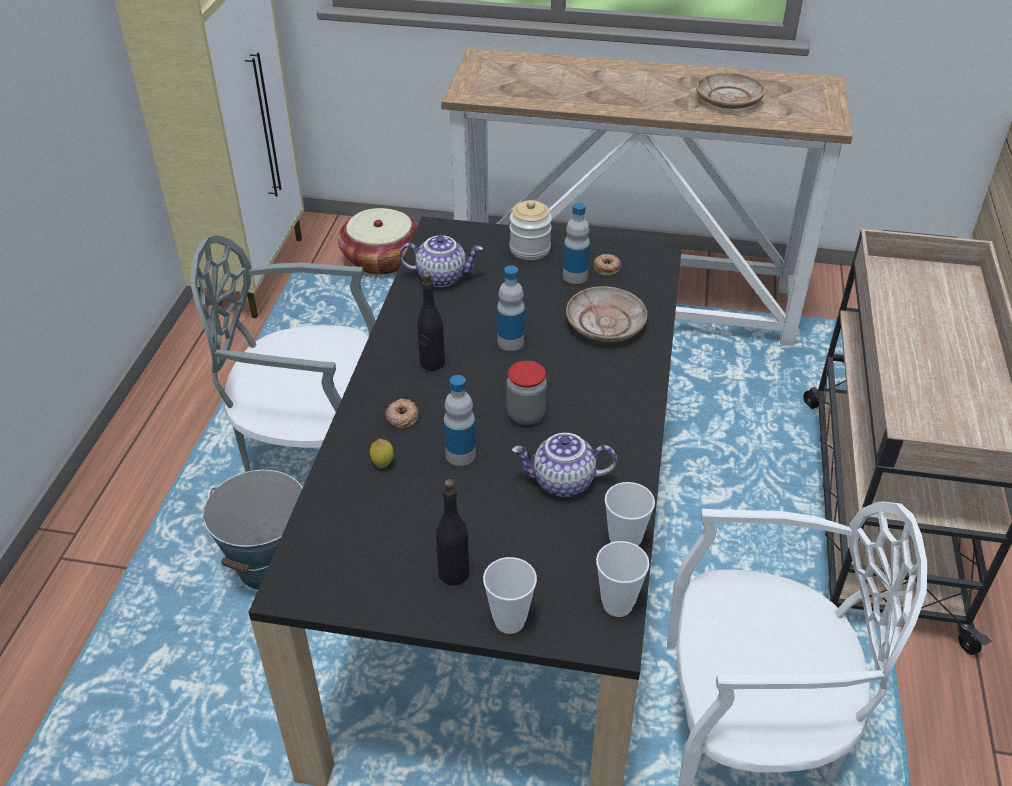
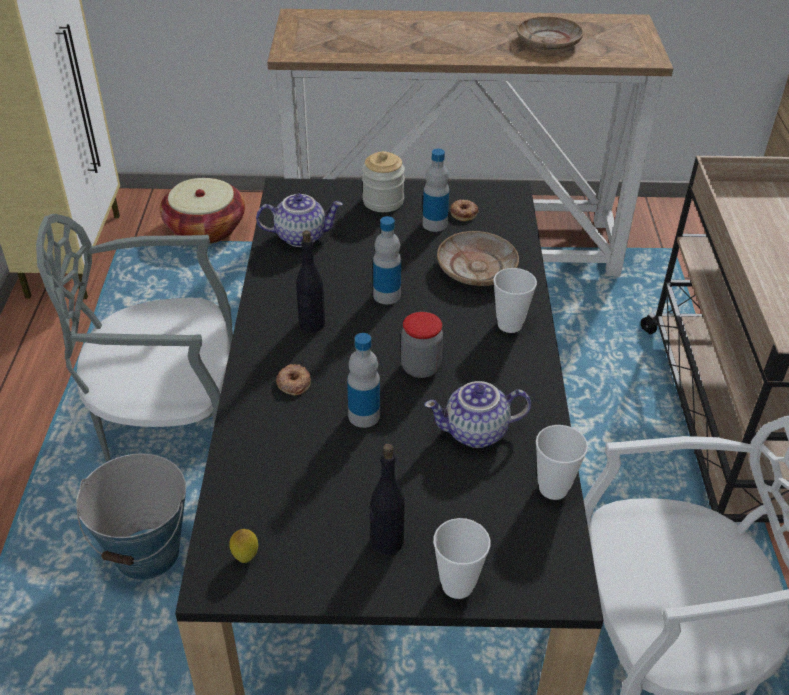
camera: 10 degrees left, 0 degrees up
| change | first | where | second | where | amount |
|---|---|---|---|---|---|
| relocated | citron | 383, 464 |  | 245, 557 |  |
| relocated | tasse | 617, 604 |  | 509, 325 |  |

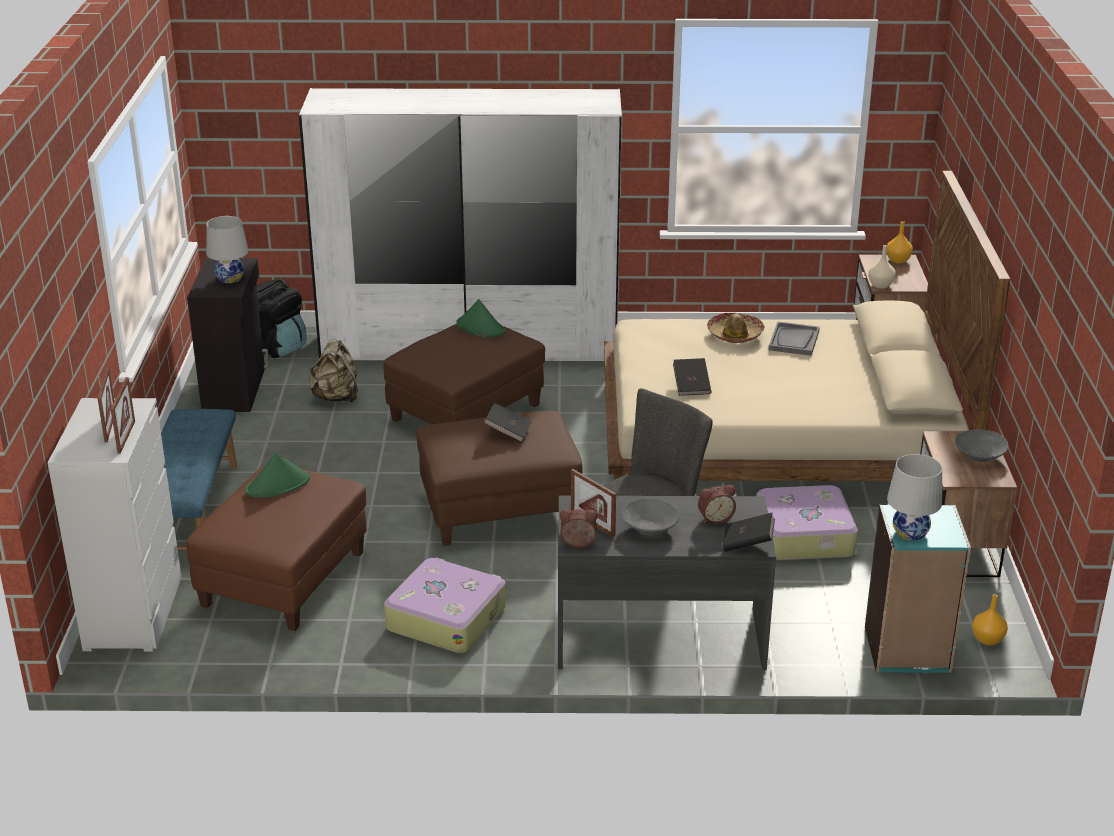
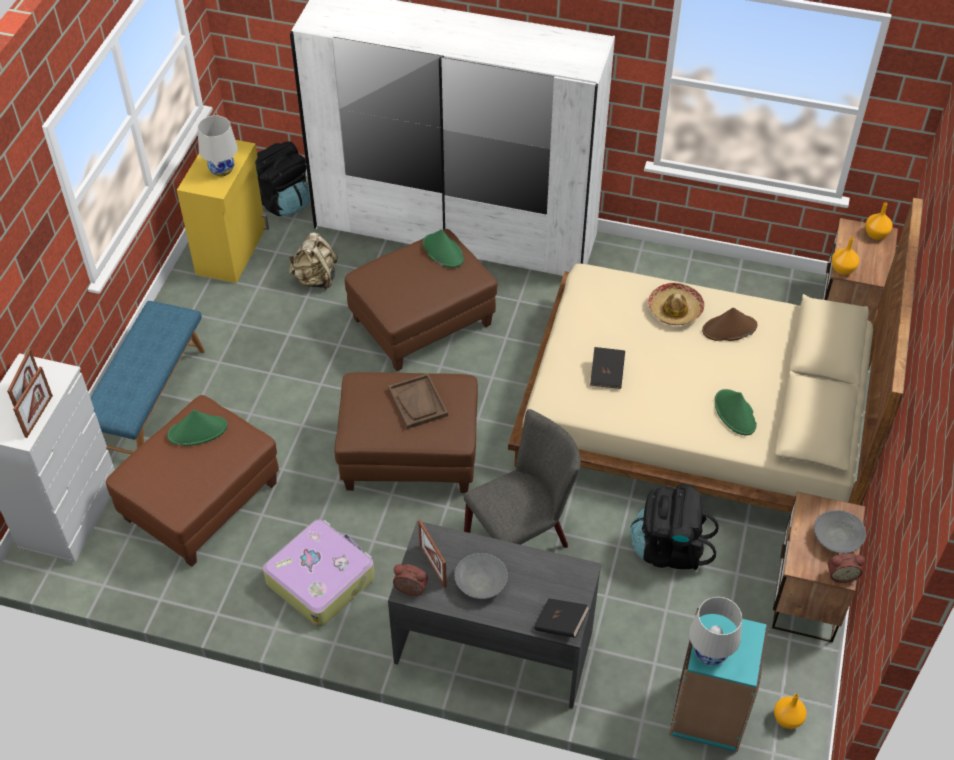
camera: 15 degrees right, 20 degrees up
| change | first | where | second | where | amount |
|---|---|---|---|---|---|
| colour | meuble de rangement [noir] | 235, 389 | meuble de rangement [jaune] | 232, 250 |  |
| exchanged | livre [noir] | 508, 432 | plateau [marron] | 418, 402 |  |
| relocated | réveil | 715, 518 |  | 841, 574 |  |
| exchanged | valise | 803, 536 | sac à dos [noir] | 669, 548 |  |
| exchanged | plateau [gris] | 794, 340 | chapeau [marron] | 729, 328 |  |
| colour | vase [beige] | 880, 285 | vase [orange] | 842, 270 |  |
| appeared |  |  | chapeau [vert] | 735, 413 |  |

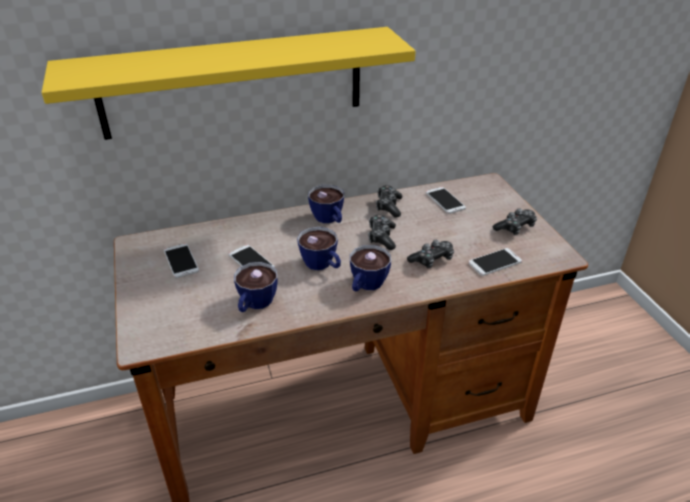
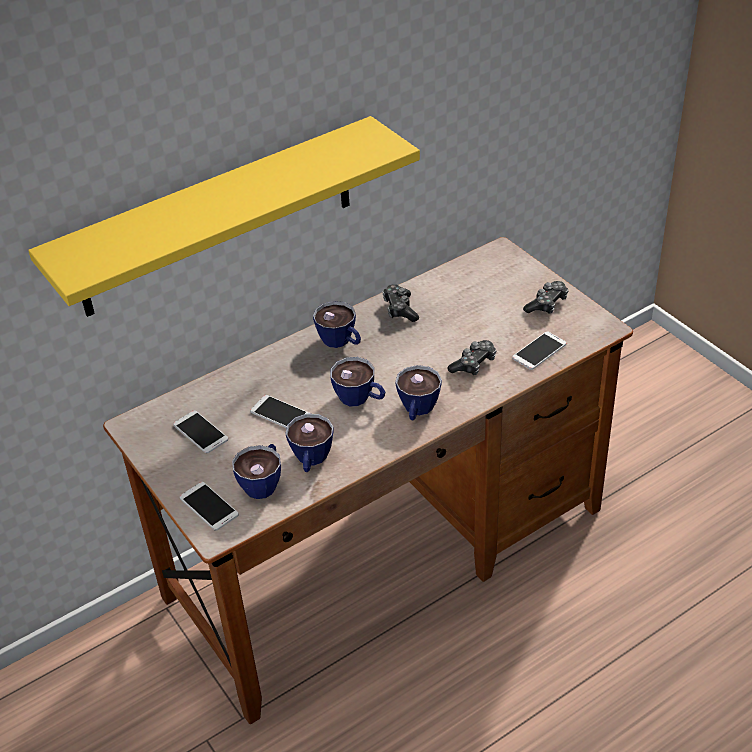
camera: 15 degrees left, 5 degrees up
| change | first | where | second | where | amount |
|---|---|---|---|---|---|
| missing | manette | 381, 237 |  |  |  |
| relocated | téléphone | 445, 200 |  | 209, 506 |  |
| appeared |  |  | tasse | 263, 482 |  |

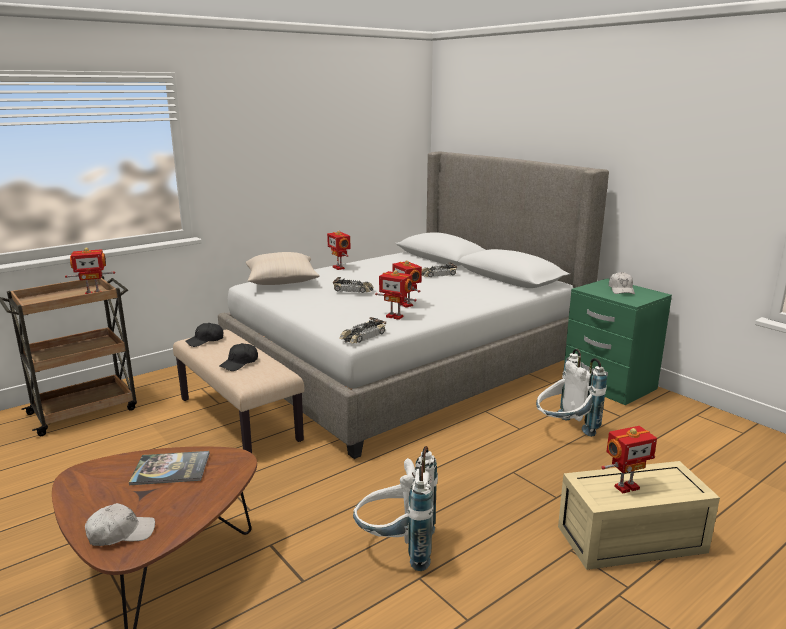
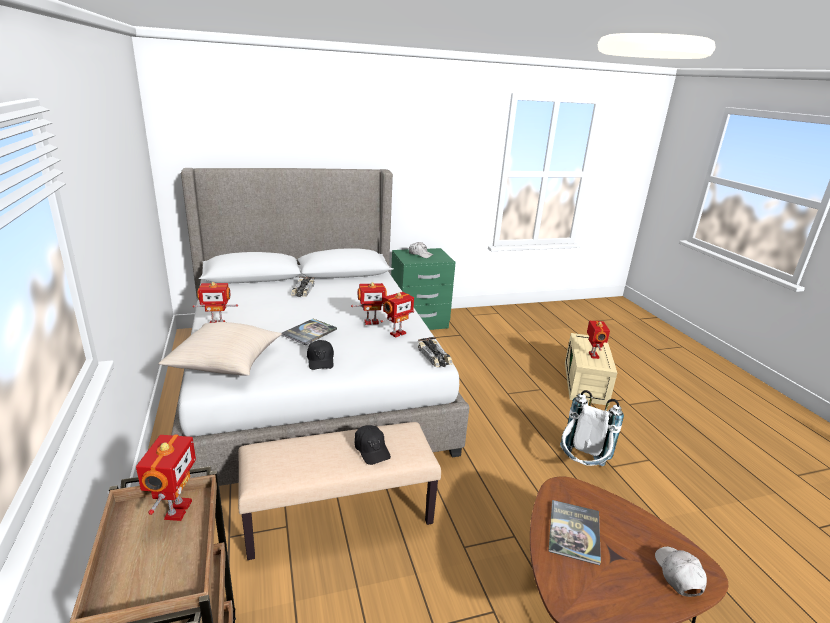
camera: 70 degrees left, 5 degrees up
| change | first | where | second | where | amount |
|---|---|---|---|---|---|
| relocated | casquette [noir] | 205, 341 |  | 320, 360 |  |
| exchanged | petite voiture | 354, 289 | livre | 309, 332 |  |
| missing | sac à dos [blanc] | 564, 431 |  |  |  |

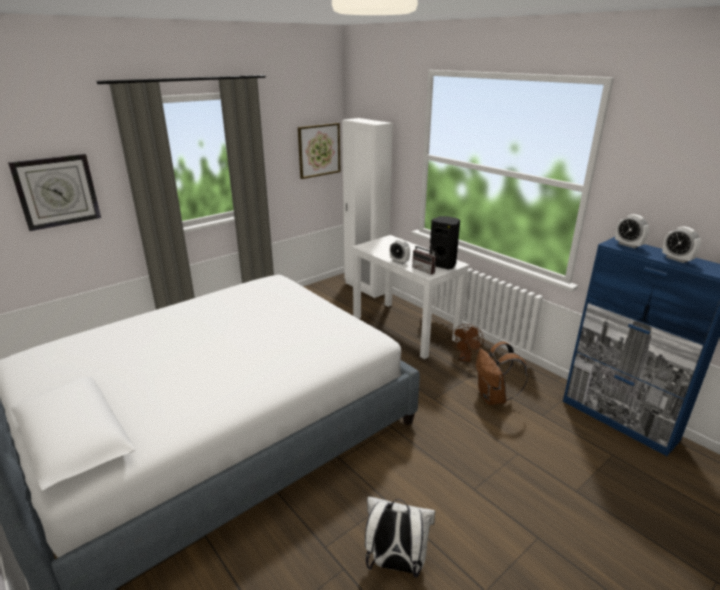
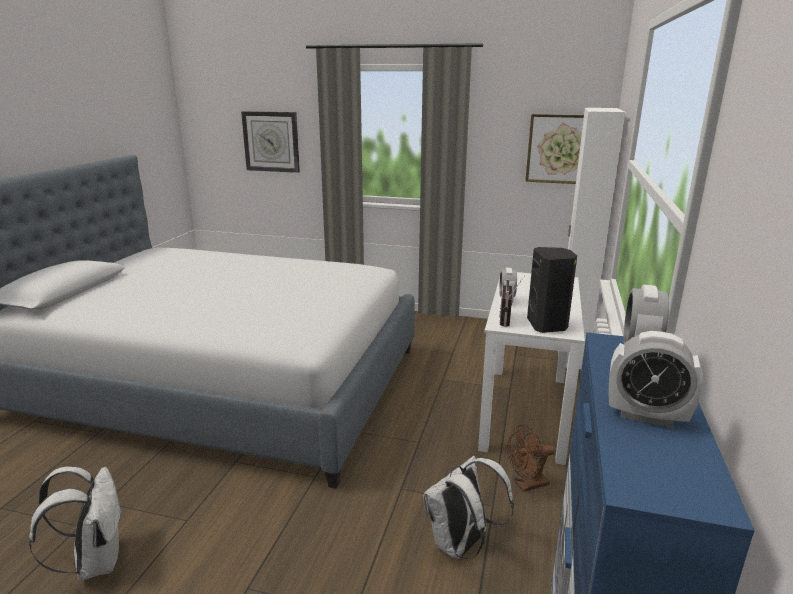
camera: 55 degrees right, 5 degrees down
| change | first | where | second | where | amount |
|---|---|---|---|---|---|
| colour | sac à dos [marron] | 493, 398 | sac à dos [blanc] | 461, 545 |  |
| spun | réveil | 677, 259 |  | 646, 416 | 90 degrees counterclockwise |

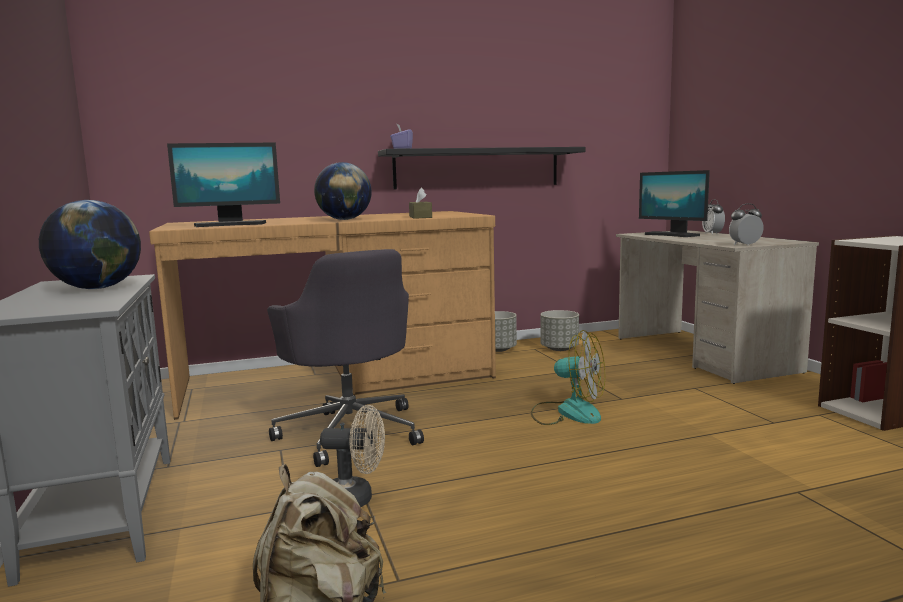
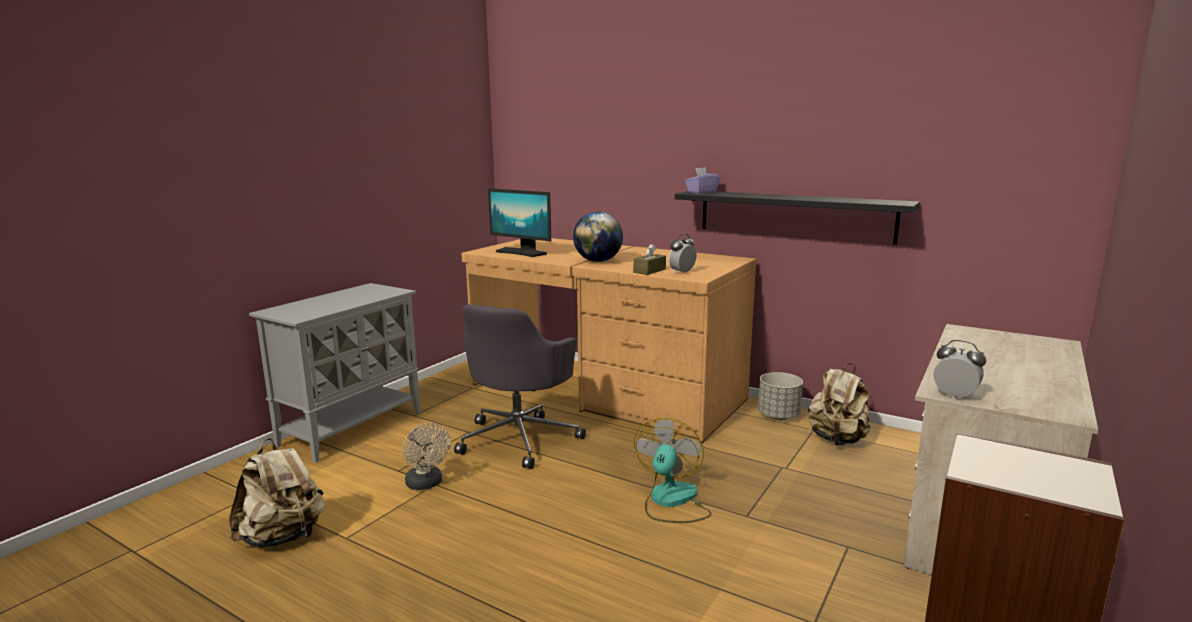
camera: 50 degrees right, 5 degrees up
| change | first | where | second | where | amount |
|---|---|---|---|---|---|
| missing | globe | 96, 288 |  |  |  |
| spun | ventilateur | 568, 412 |  | 671, 502 | 150 degrees counterclockwise |
| exchanged | cache-pot [gris] | 559, 349 | sac à dos [beige] | 837, 440 |  |
| missing | écran d'ordinateur | 672, 235 |  |  |  |
| relocated | réveil | 712, 234 |  | 682, 272 |  |

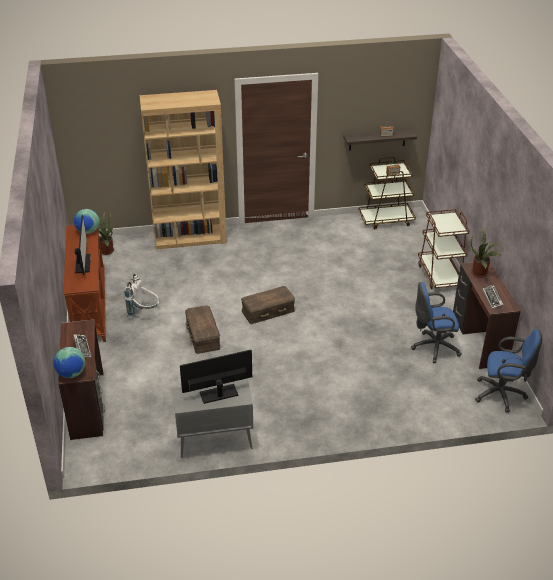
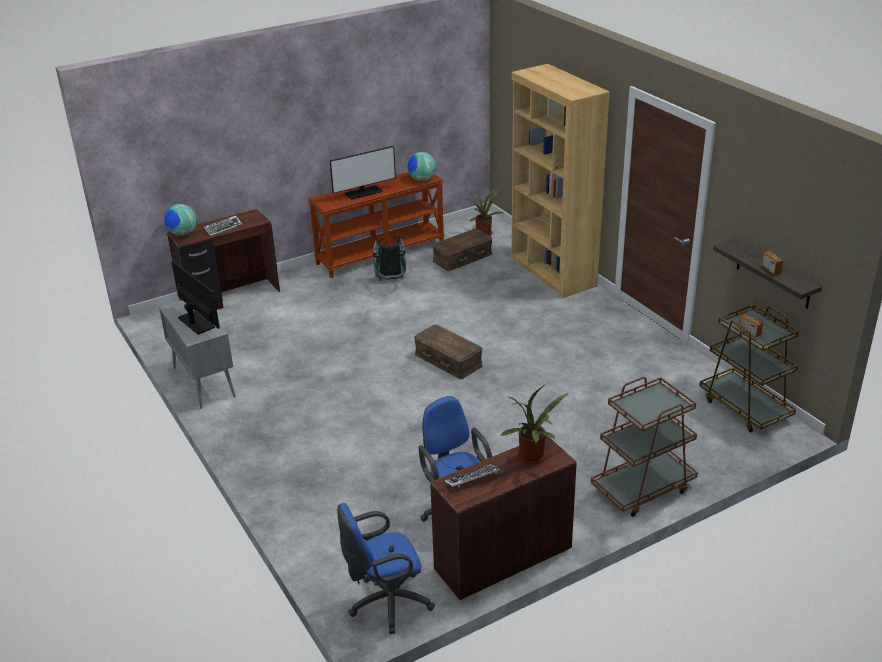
camera: 70 degrees right, 5 degrees down
| change | first | where | second | where | amount |
|---|---|---|---|---|---|
| colour | sac à dos [blanc] | 144, 312 | sac à dos [noir] | 391, 285 |  |
| relocated | boîte de rangement [marron] | 202, 335 |  | 462, 257 |  |
| spun | chaise de bureau [bleu] | 502, 395 |  | 386, 603 | 75 degrees clockwise |

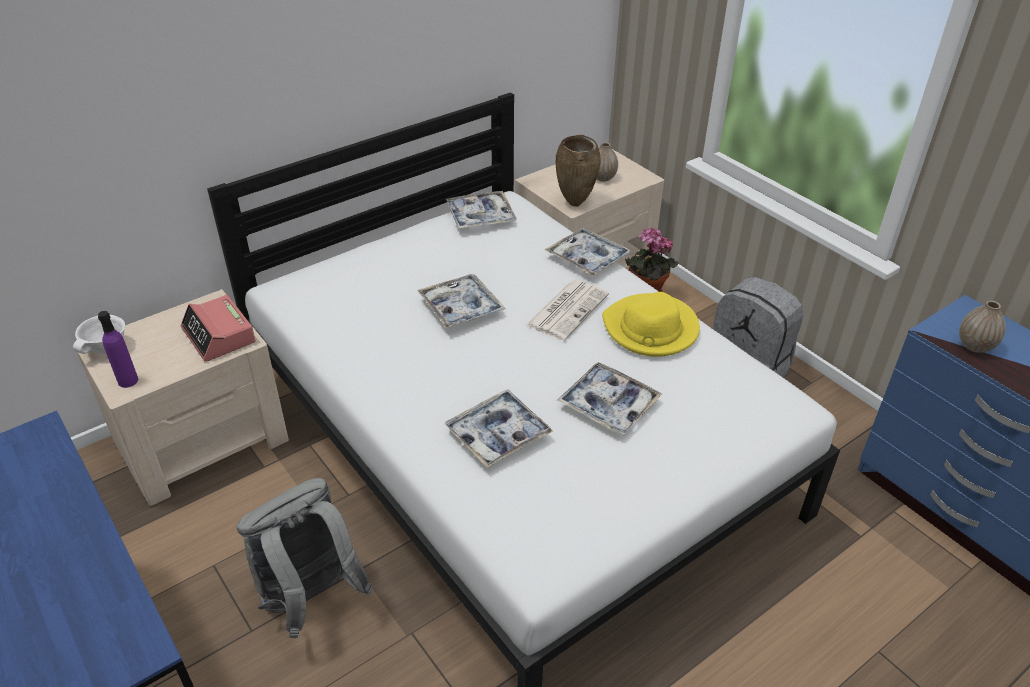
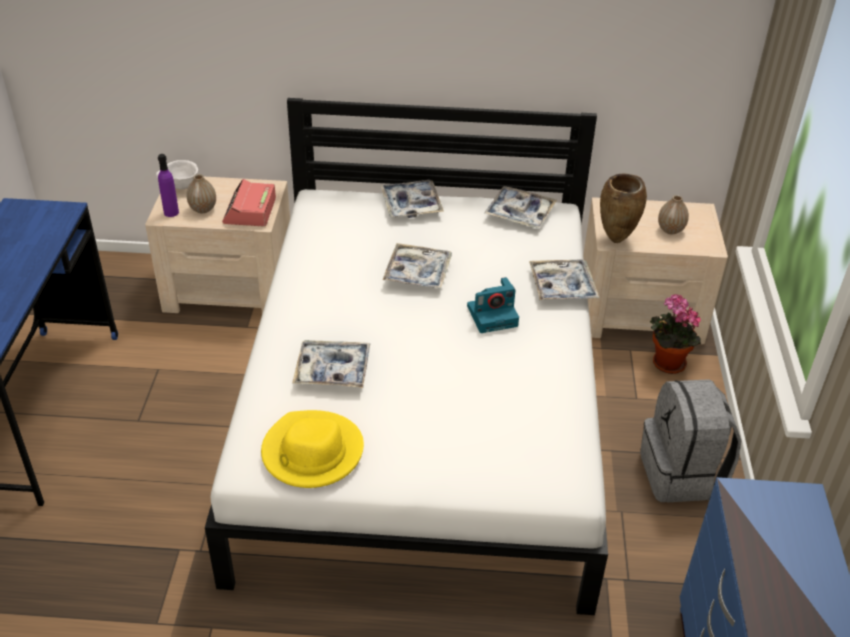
camera: 40 degrees right, 0 degrees up
| change | first | where | second | where | amount |
|---|---|---|---|---|---|
| missing | sac à dos [gris] | 311, 599 |  |  |  |
| exchanged | journal | 567, 309 | appareil photo | 493, 315 |  |
| relocated | plateau | 608, 405 |  | 411, 205 |  |
| relocated | chapeau [jaune] | 650, 329 |  | 311, 453 |  |
| relocated | vase | 974, 346 |  | 203, 209 |  |

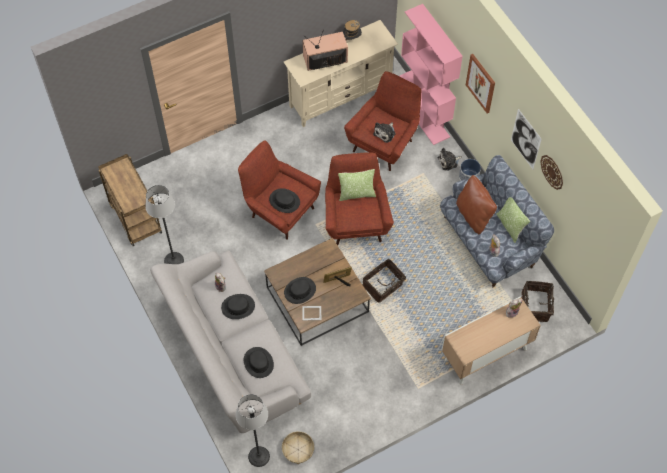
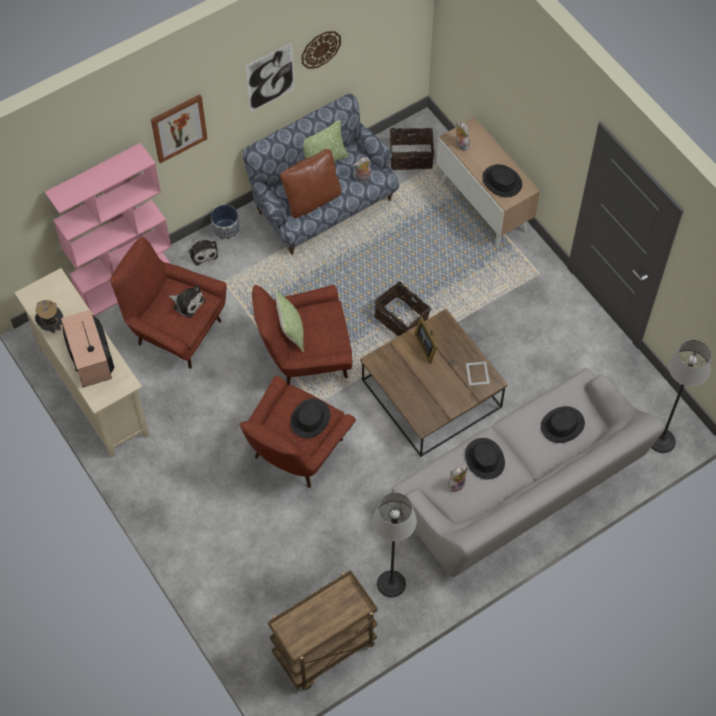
camera: 95 degrees left, 0 degrees up
| change | first | where | second | where | amount |
|---|---|---|---|---|---|
| missing | panier | 298, 449 |  |  |  |
| relocated | chapeau [noir] | 300, 291 |  | 502, 181 |  |

